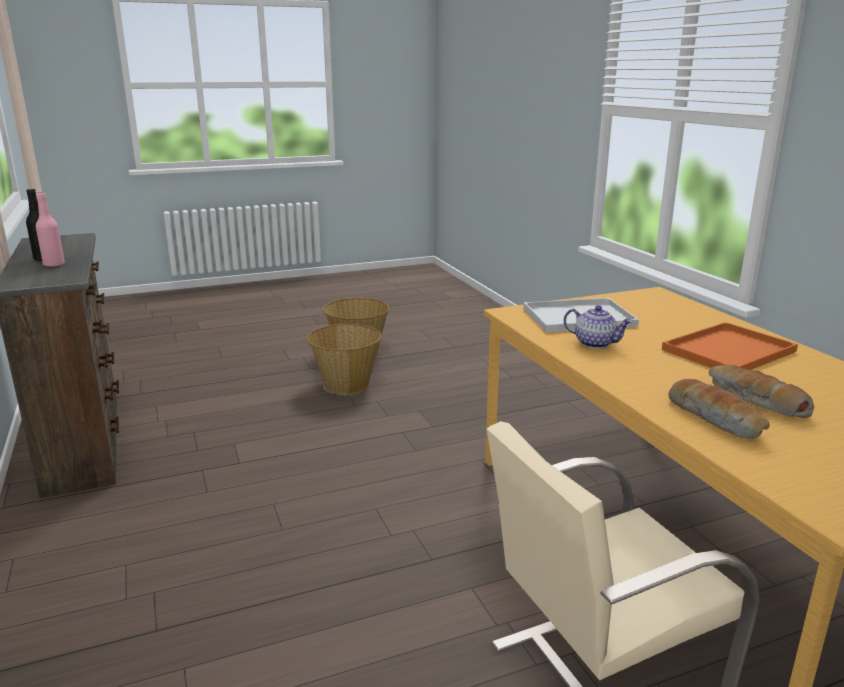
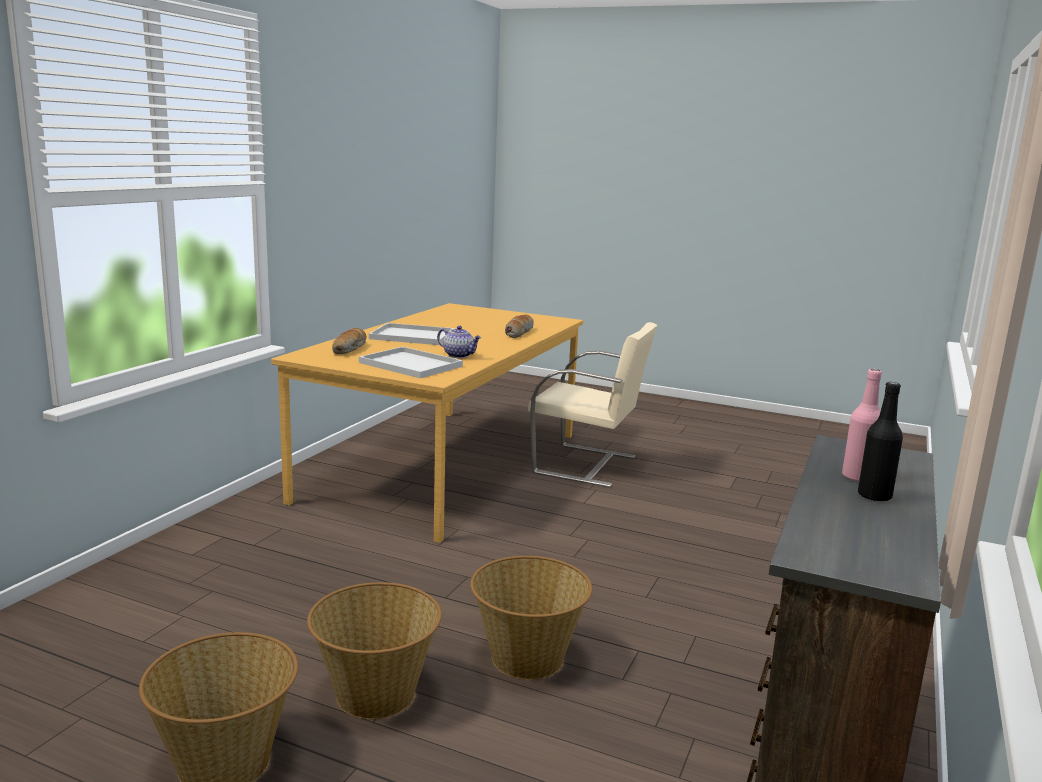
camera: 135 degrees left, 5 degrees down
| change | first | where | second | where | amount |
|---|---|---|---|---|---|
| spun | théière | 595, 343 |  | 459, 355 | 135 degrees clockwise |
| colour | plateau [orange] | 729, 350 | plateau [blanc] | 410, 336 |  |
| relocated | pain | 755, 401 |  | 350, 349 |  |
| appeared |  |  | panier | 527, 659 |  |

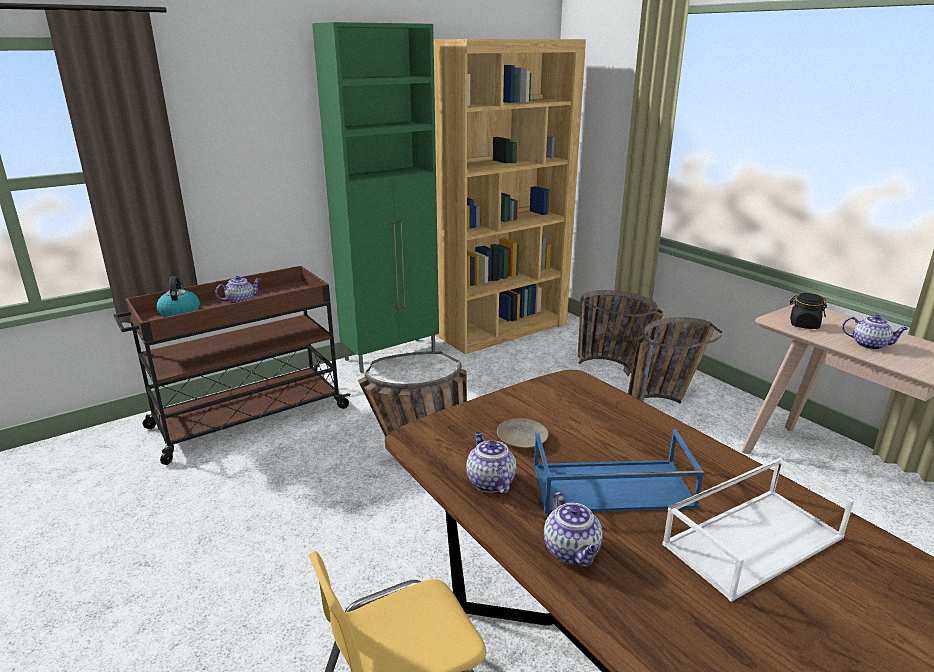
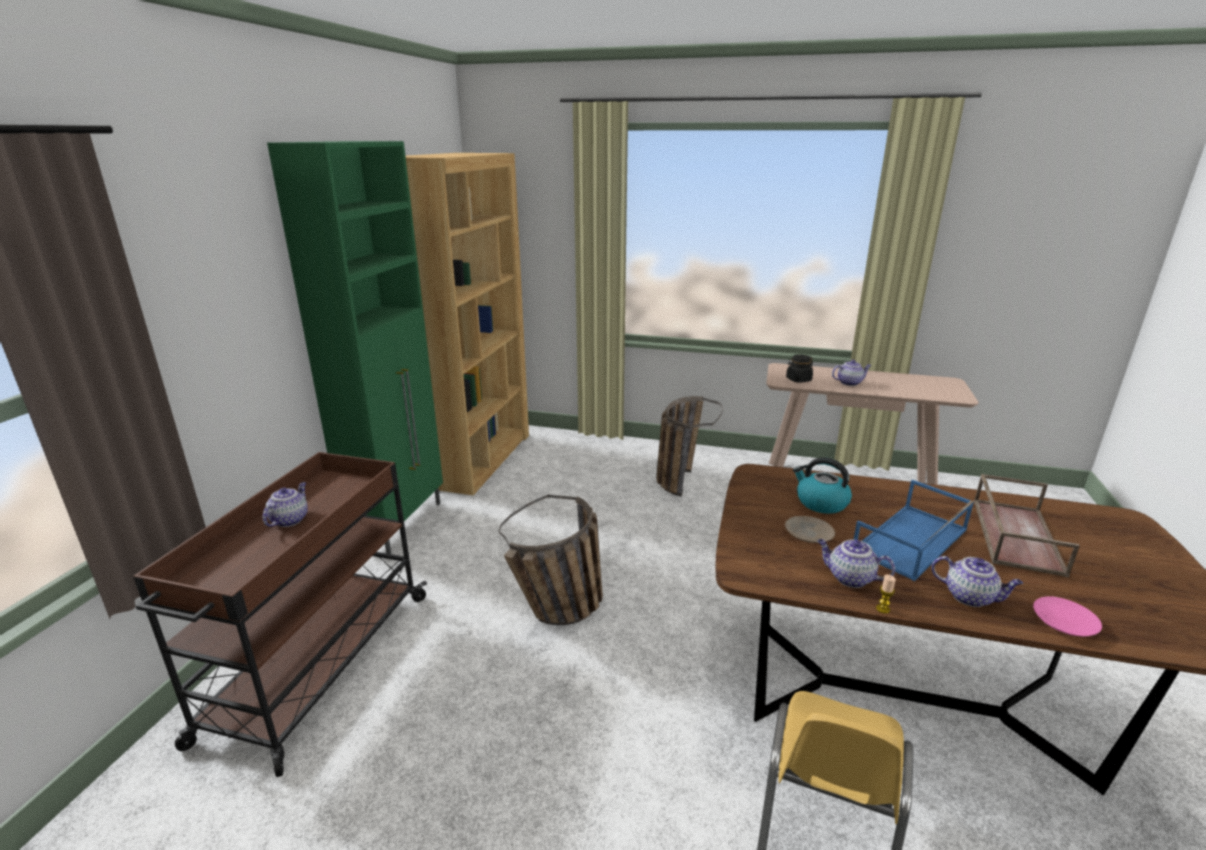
camera: 40 degrees left, 0 degrees up
| change | first | where | second | where | amount |
|---|---|---|---|---|---|
| relocated | bouilloire | 179, 312 |  | 820, 502 |  |
| missing | panier | 617, 369 |  |  |  |
| colour | plateau [blanc] | 753, 539 | plateau [marron] | 1014, 534 |  |
| appeared |  |  | bougie | 883, 609 |  |
| appeared |  |  | assiette [rose] | 1063, 623 |  |

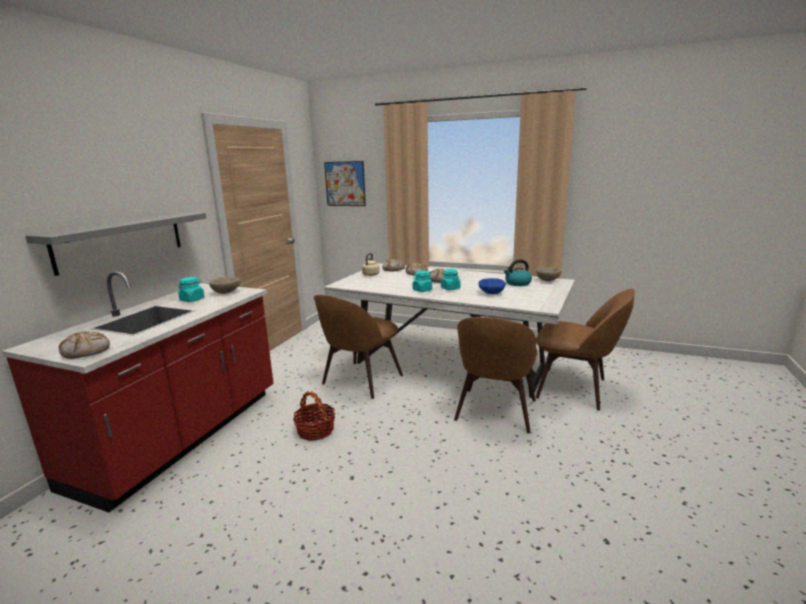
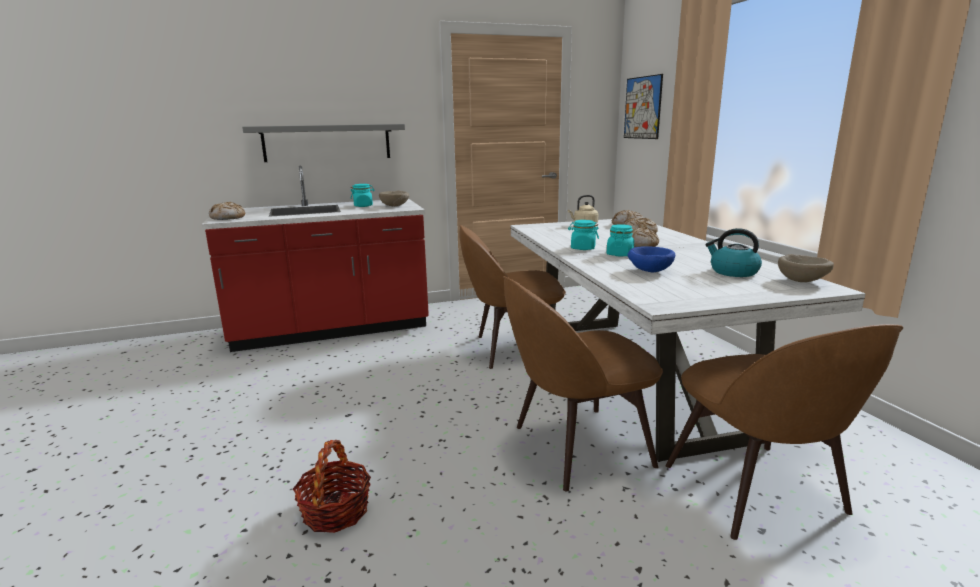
camera: 50 degrees right, 0 degrees up
| change | first | where | second | where | amount |
|---|---|---|---|---|---|
| relocated | panier | 315, 430 |  | 335, 511 |  |

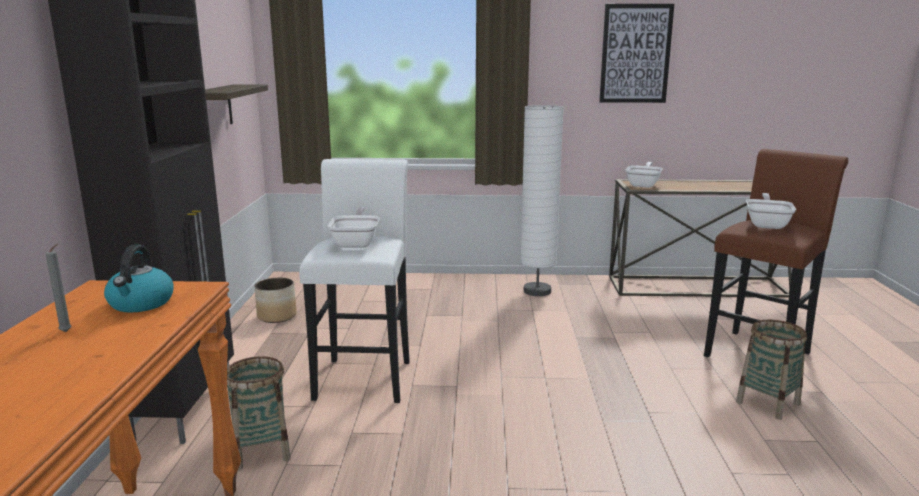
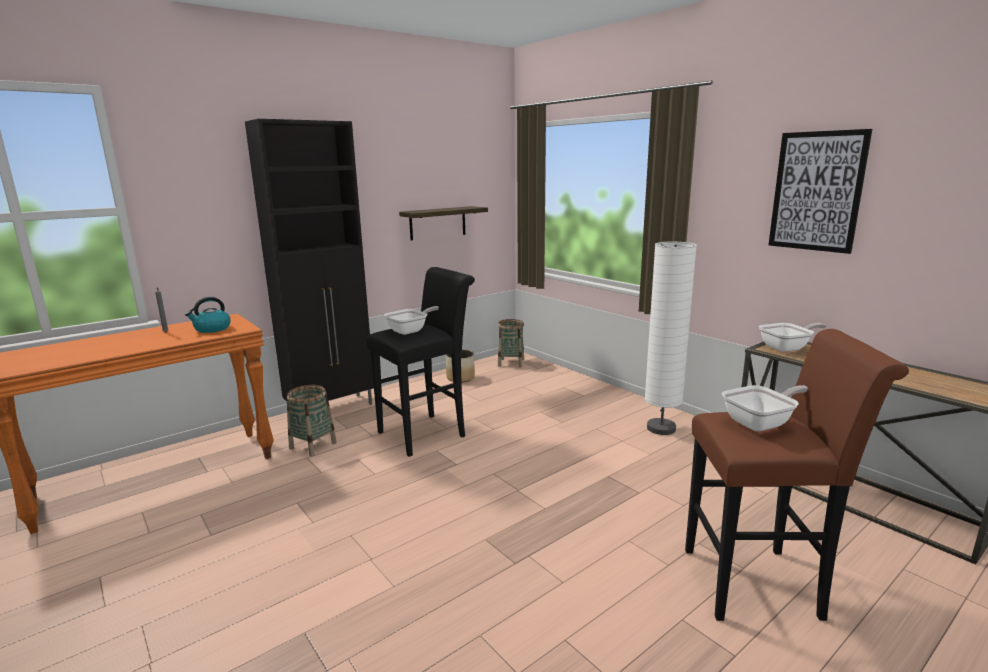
camera: 50 degrees right, 0 degrees up
| change | first | where | second | where | amount |
|---|---|---|---|---|---|
| colour | tabouret [blanc] | 365, 376 | tabouret [noir] | 427, 432 |  |
| relocated | panier | 768, 403 |  | 511, 363 |  |

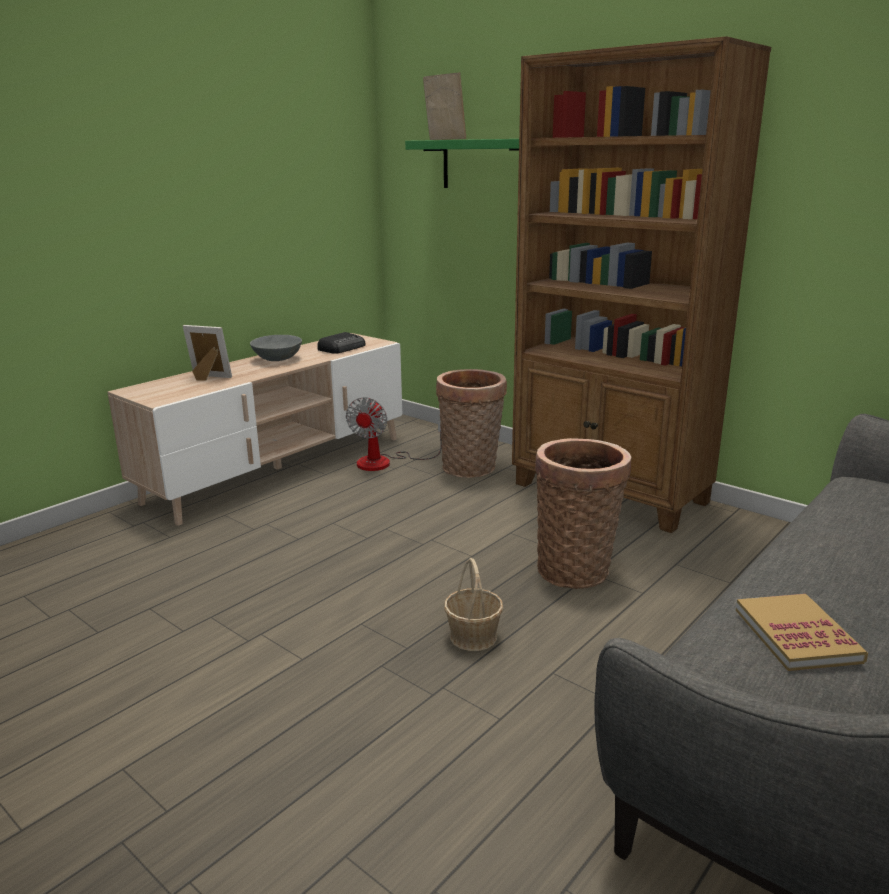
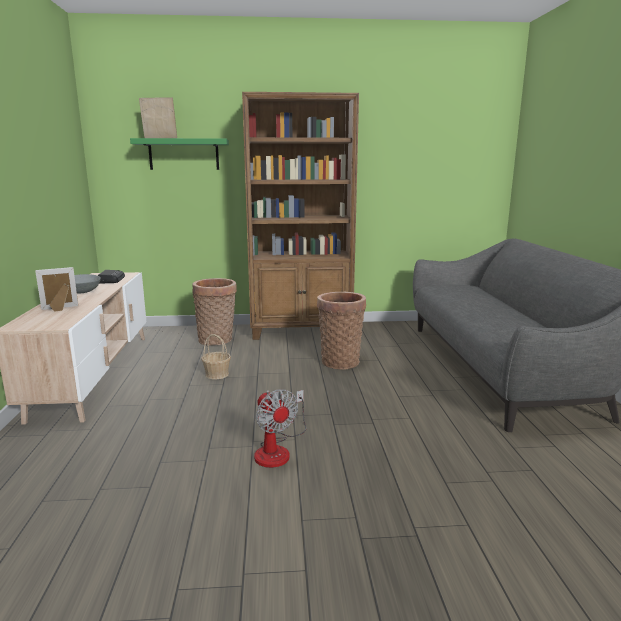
camera: 45 degrees left, 5 degrees down
| change | first | where | second | where | amount |
|---|---|---|---|---|---|
| relocated | ventilateur | 385, 462 |  | 277, 450 |  |
| relocated | panier | 473, 636 |  | 217, 374 |  |
| missing | livre | 797, 635 |  |  |  |

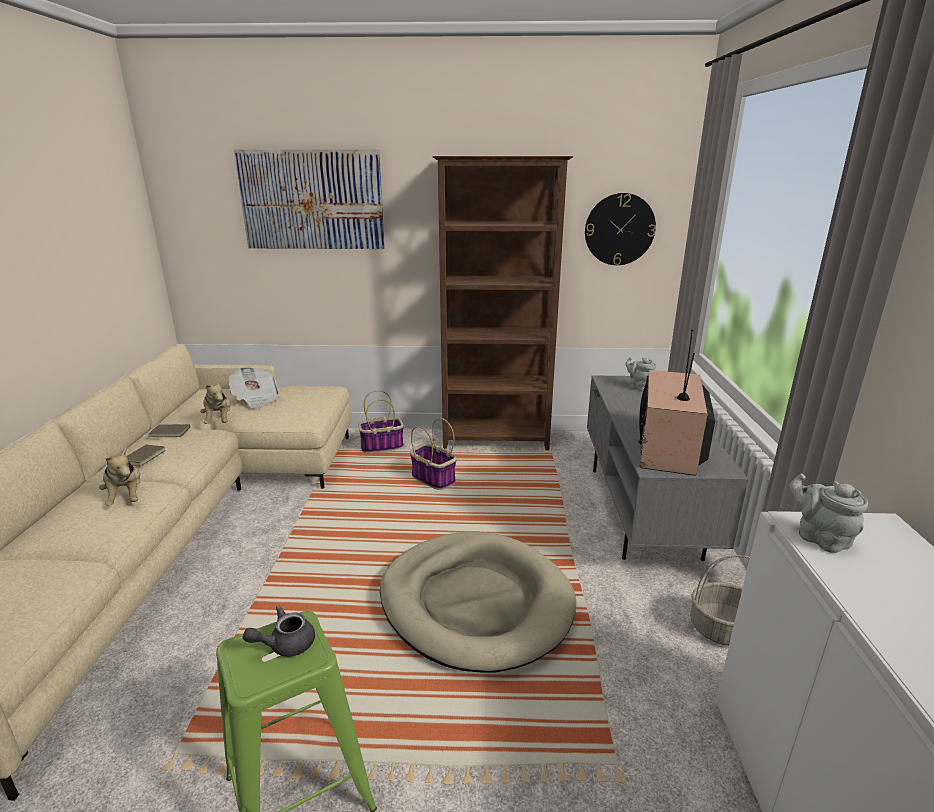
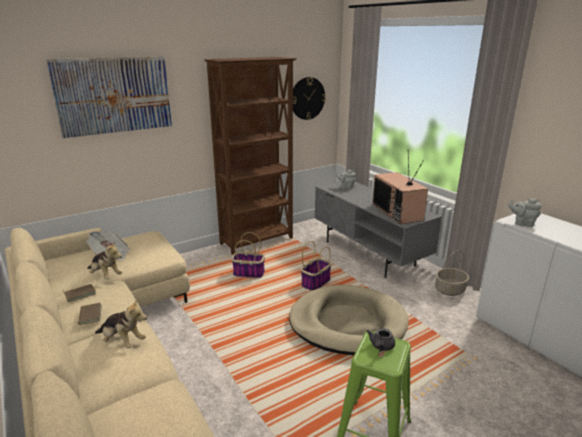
camera: 35 degrees left, 0 degrees up
| change | first | where | second | where | amount |
|---|---|---|---|---|---|
| relocated | panier | 382, 446 |  | 316, 282 |  |

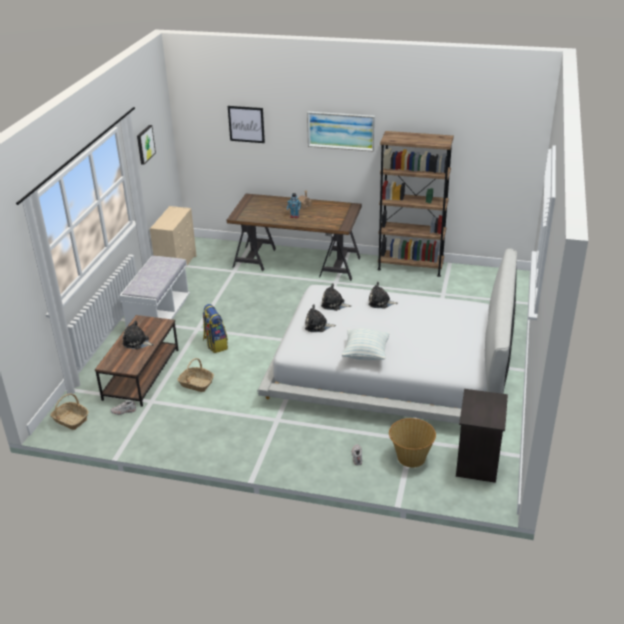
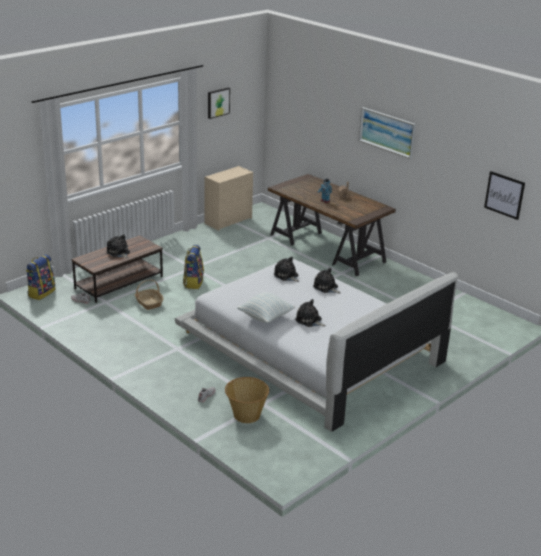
camera: 30 degrees right, 5 degrees down
| change | first | where | second | where | amount |
|---|---|---|---|---|---|
| exchanged | panier | 70, 420 | sac à dos | 41, 293 |  |
| missing | banc [blanc] | 159, 315 |  |  |  |
| relocated | tableau | 246, 124 |  | 504, 195 |  |
| relocated | peluche | 317, 326 |  | 309, 321 |  |
| missing | bibliothèque [marron] | 410, 266 |  |  |  |
| missing | table de chevet [noir] | 478, 463 |  |  |  |

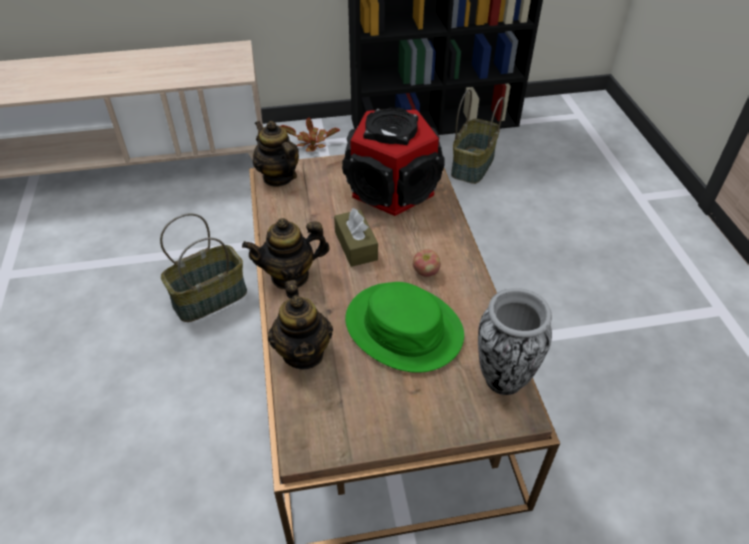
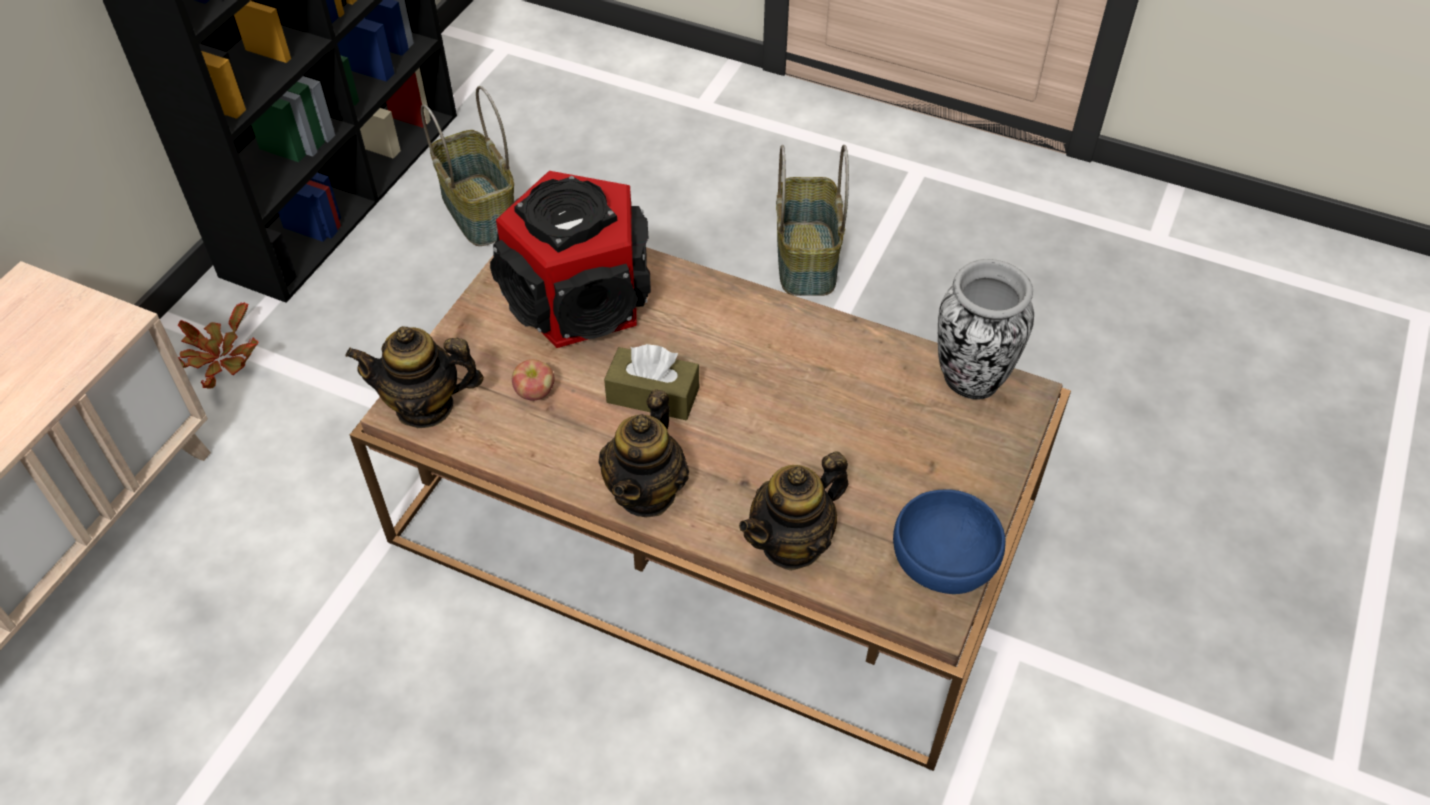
camera: 55 degrees left, 5 degrees up
| change | first | where | second | where | amount |
|---|---|---|---|---|---|
| relocated | panier | 210, 297 |  | 805, 258 |  |
| spun | théière | 303, 352 |  | 793, 543 | 120 degrees clockwise |
| missing | chapeau [vert] | 404, 327 |  |  |  |
| relocated | pomme | 426, 272 |  | 535, 392 |  |
| appeared |  |  | bol [bleu] | 942, 560 |  |

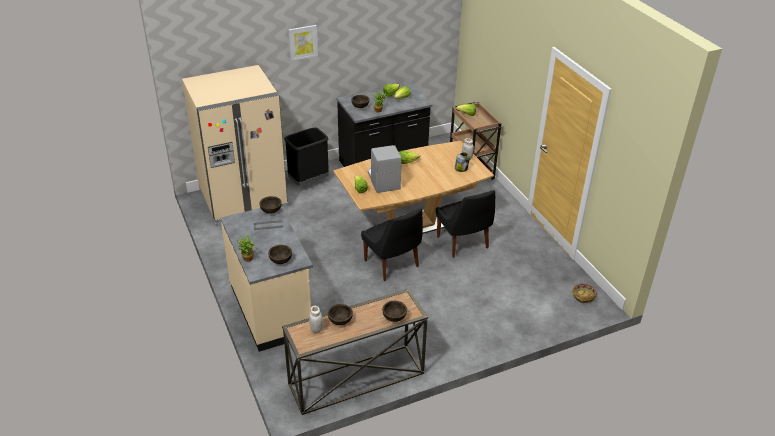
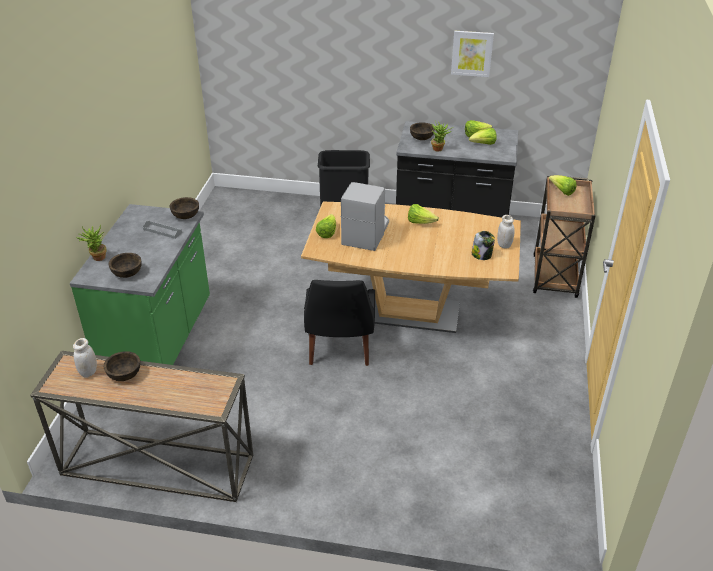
camera: 35 degrees right, 0 degrees up
| change | first | where | second | where | amount |
|---|---|---|---|---|---|
| missing | réfrigérateur [beige] | 243, 199 |  |  |  |
| colour | comptoir de cuisine [beige] | 272, 309 | comptoir de cuisine [vert] | 159, 340 |  |
| relocated | tableau | 303, 42 |  | 472, 53 |  |
| missing | bol [marron] | 394, 317 |  |  |  |
| missing | chaise [noir] | 463, 243 |  |  |  |
| missing | panier | 583, 296 |  |  |  |

